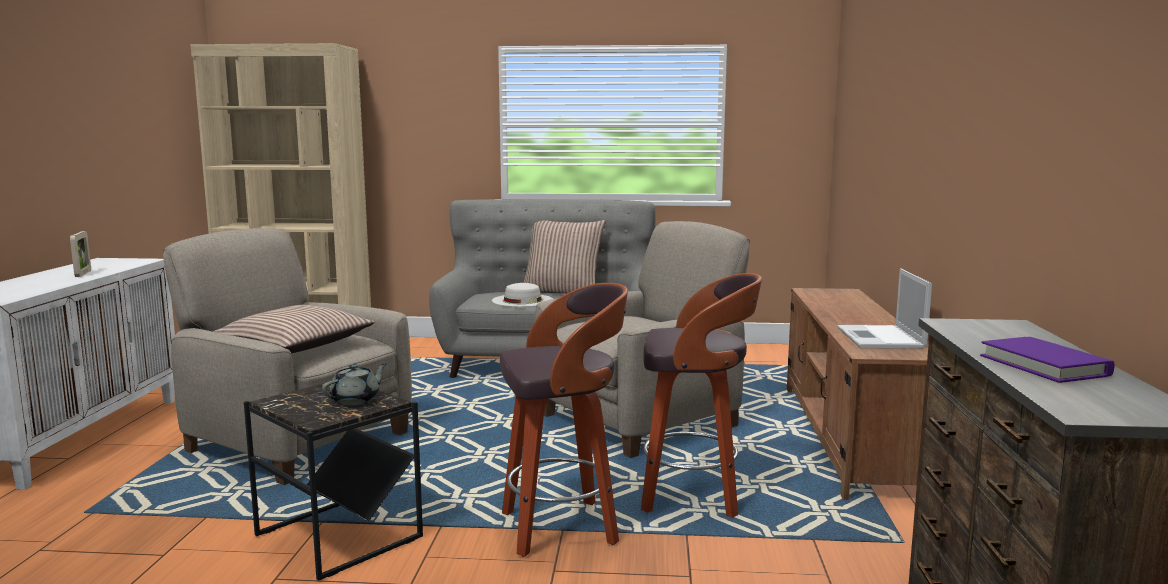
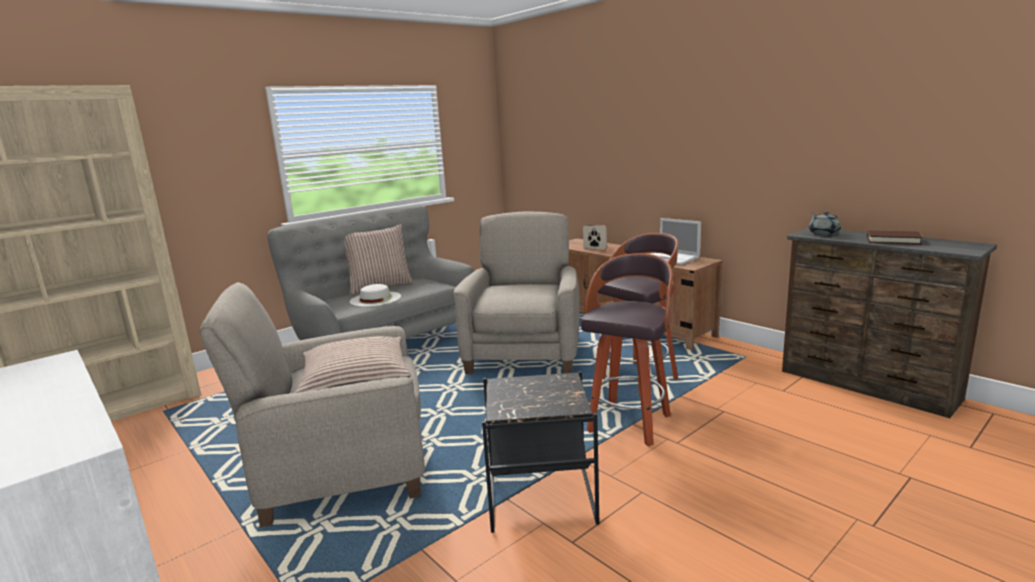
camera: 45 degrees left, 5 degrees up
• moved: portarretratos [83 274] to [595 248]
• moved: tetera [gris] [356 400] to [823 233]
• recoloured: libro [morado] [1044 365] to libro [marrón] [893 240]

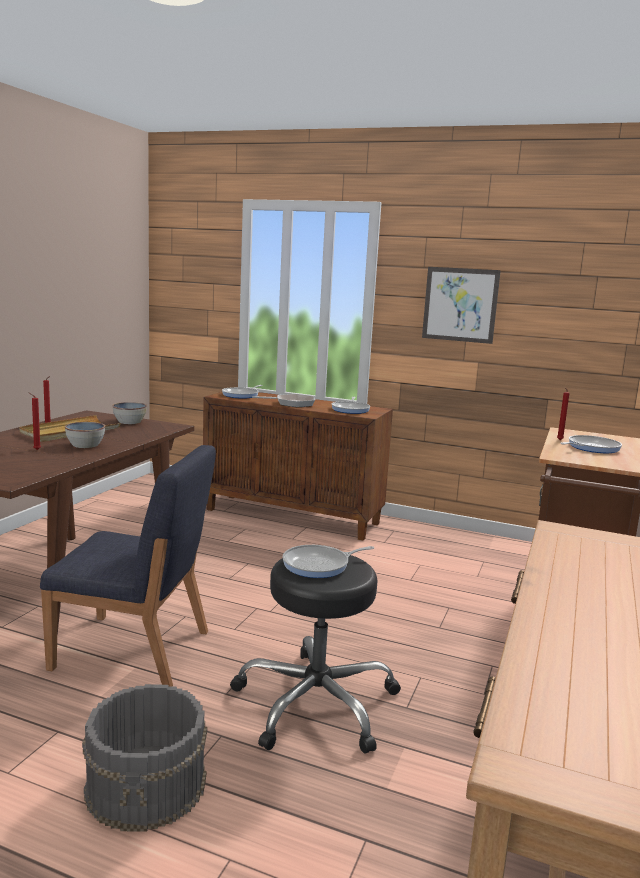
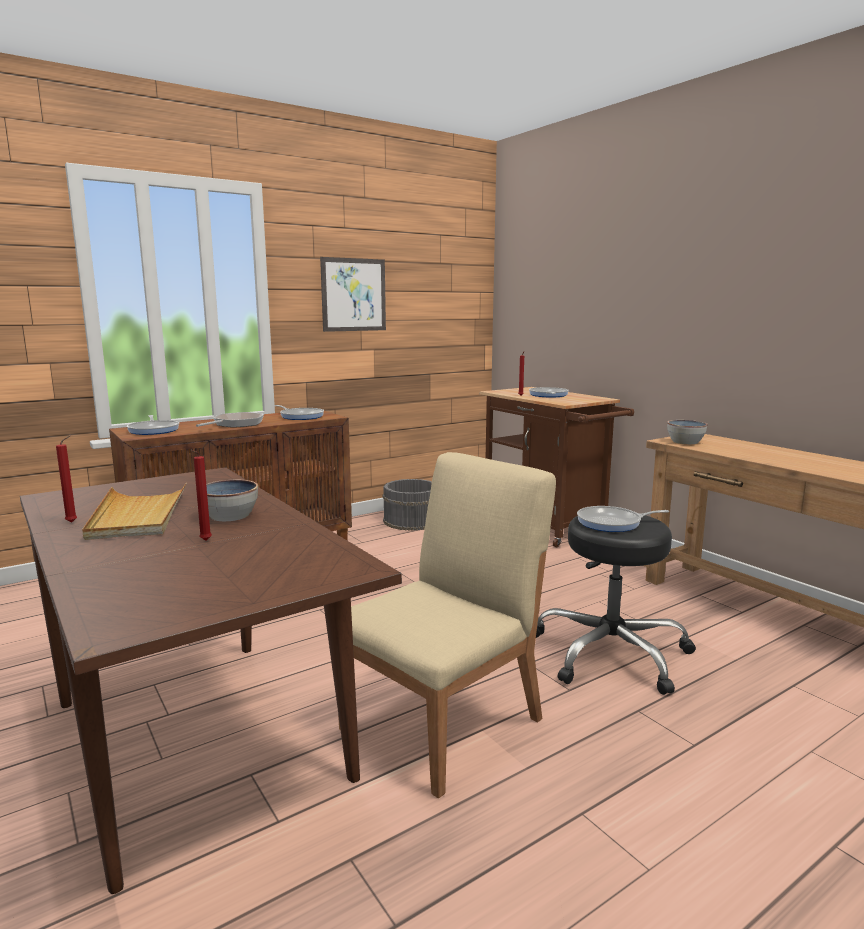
camera: 55 degrees left, 0 degrees up
• recoloured: silla [azul] [133 650] to silla [beis] [445 723]
• moved: cubo [gris] [148 784] to [412 520]
• turned: sartén [319 565] = [612 523] 75 degrees clockwise
• moved: cuenco [129 422] to [685 442]

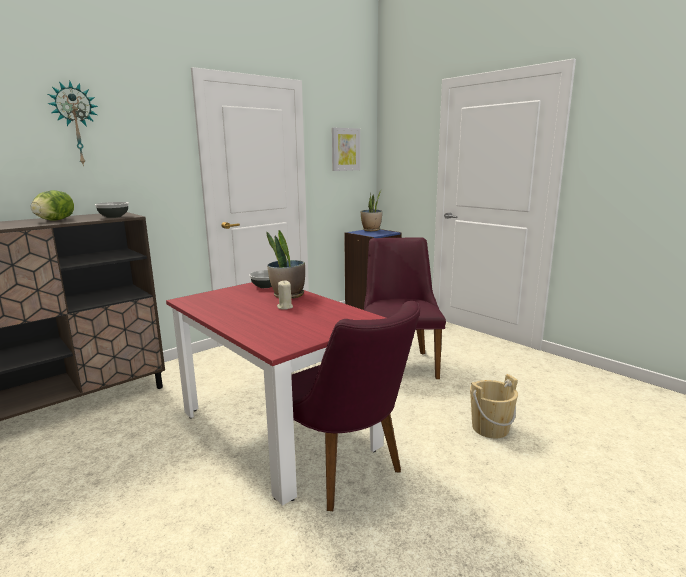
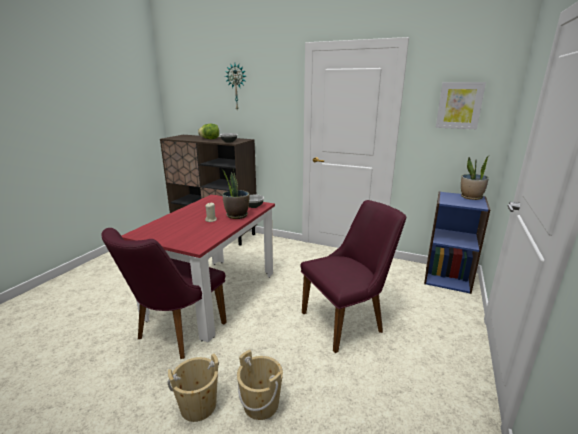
camera: 65 degrees right, 5 degrees up
• added: cubo [beis] [198 406]

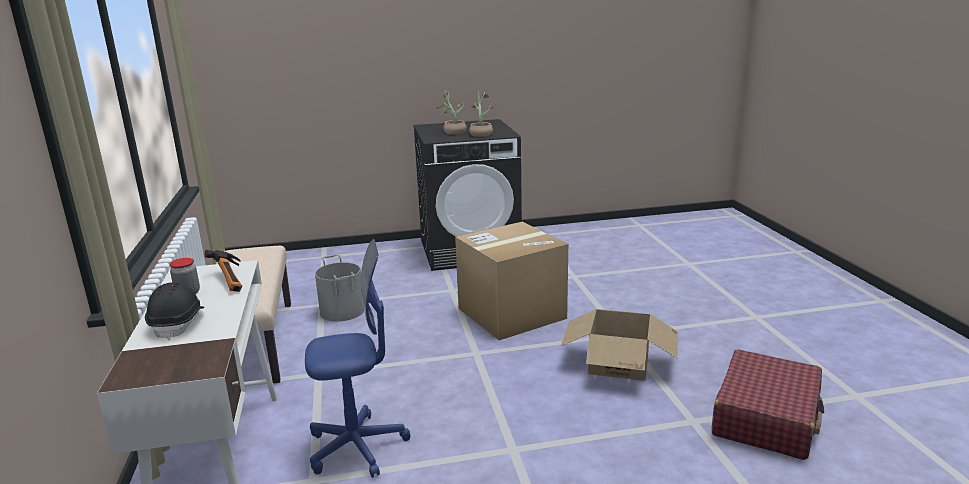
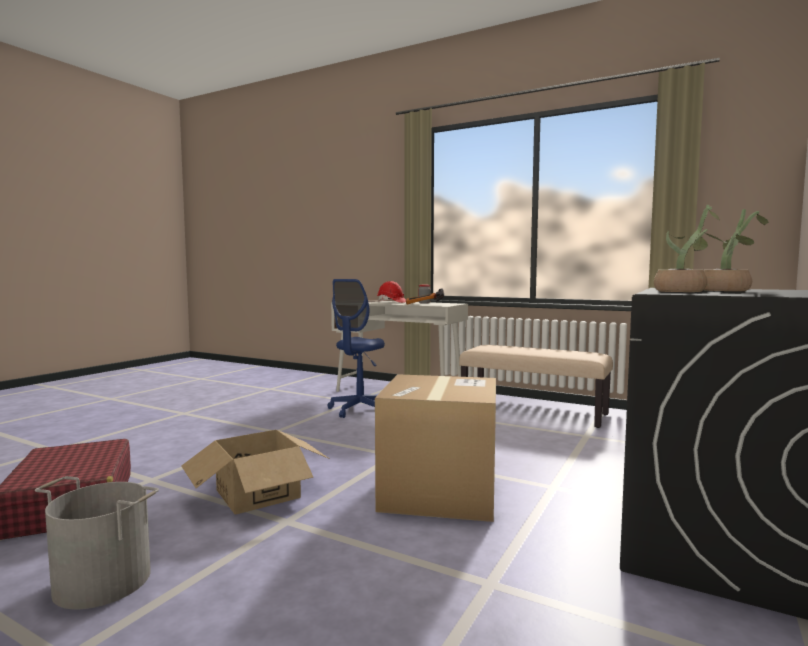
camera: 130 degrees right, 15 degrees down
• moved: cubo [gris] [341 311] to [104 580]
• recoloured: casco [negro] [178 324] to casco [rojo] [391 302]

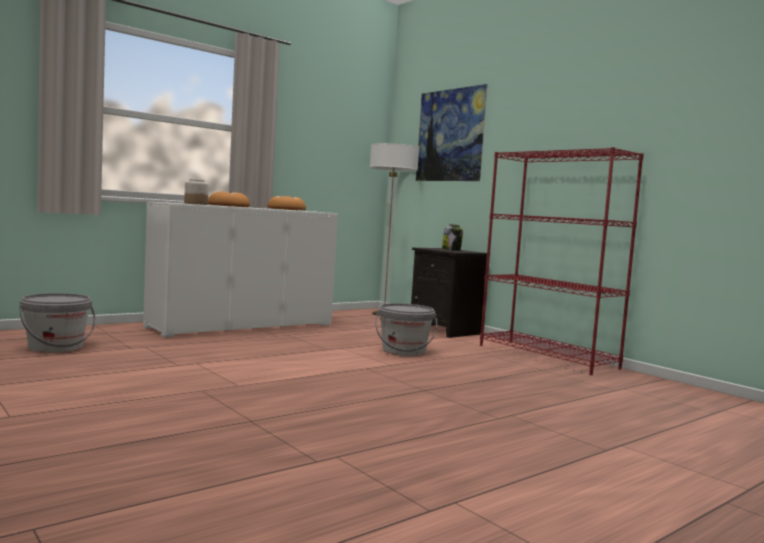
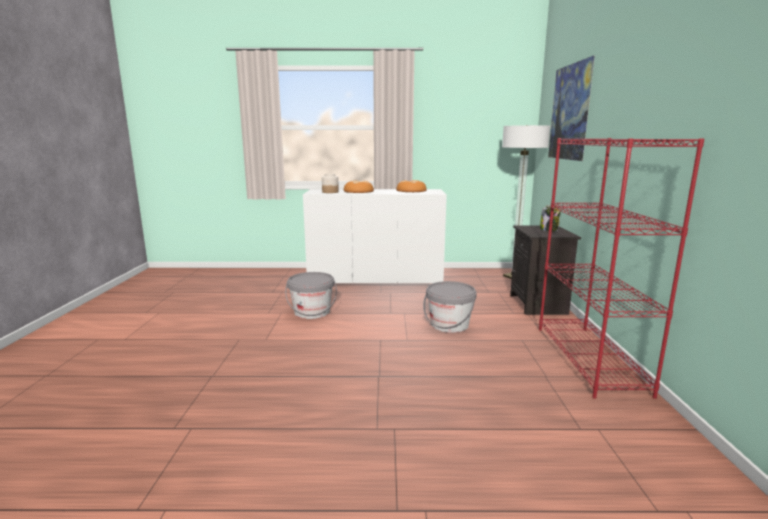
camera: 40 degrees right, 10 degrees up
• moved: cubo [gris] [56 347] to [312 312]

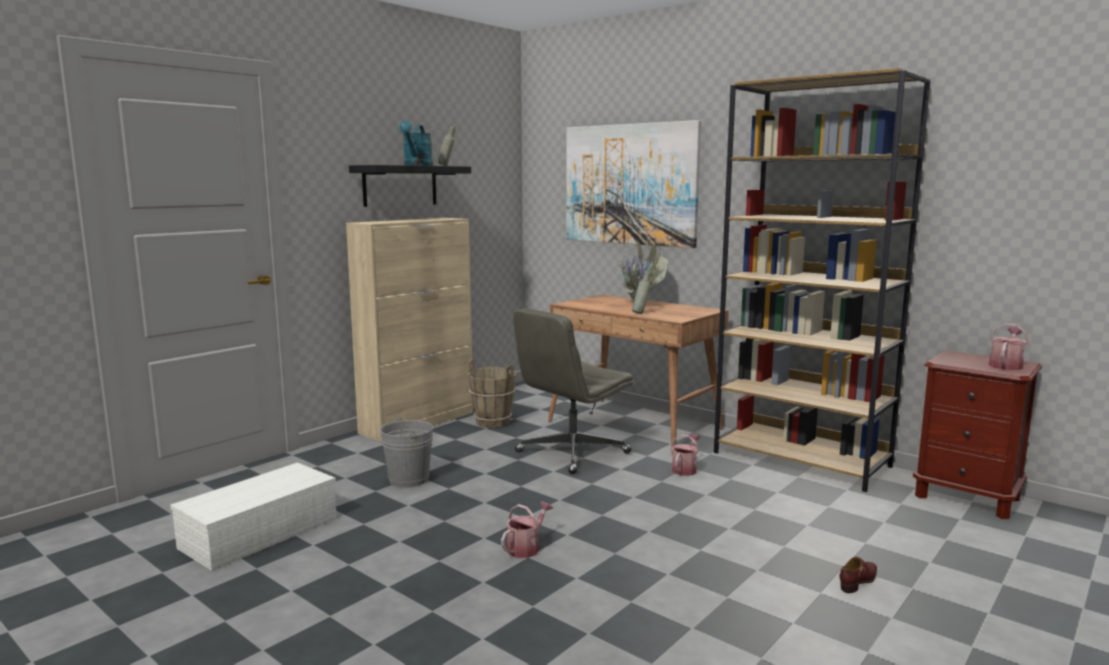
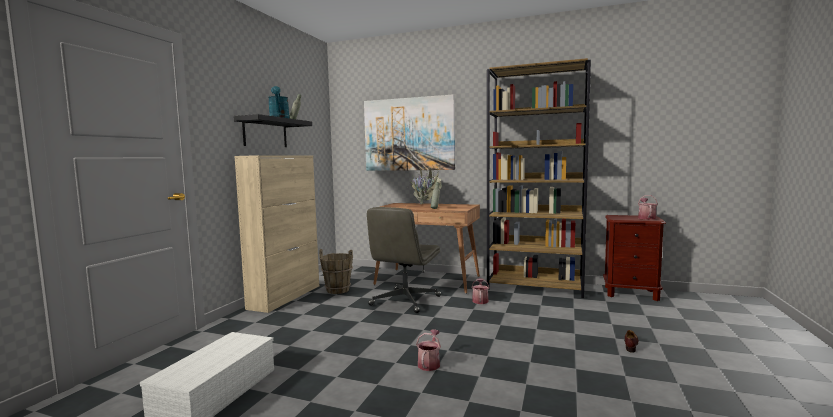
camera: 20 degrees left, 5 degrees down
• removed: cubo [gris] [408 479]

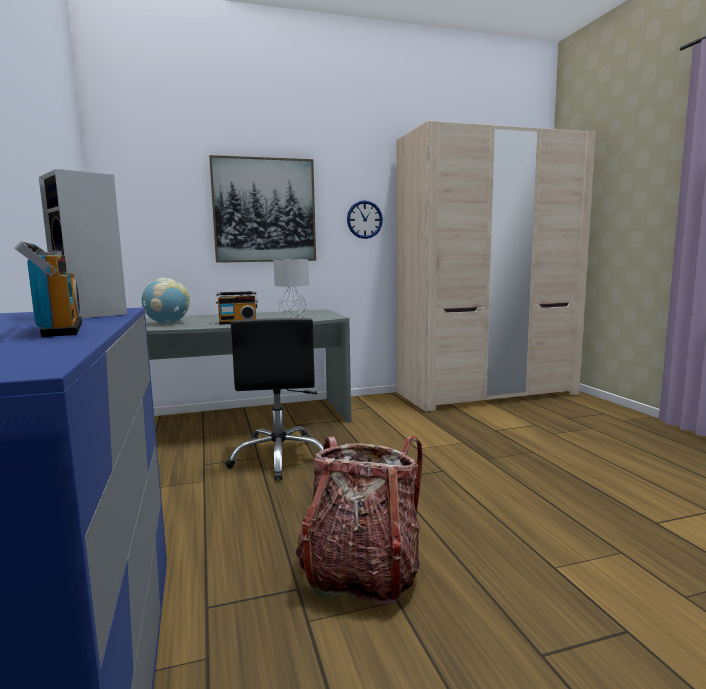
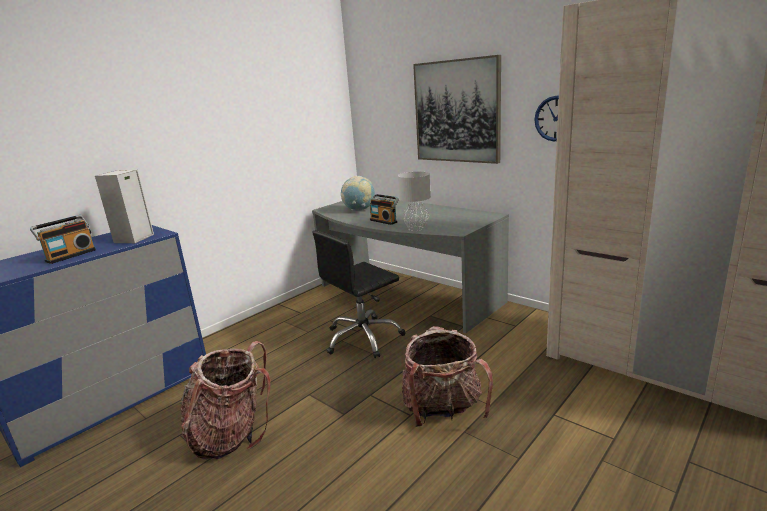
camera: 60 degrees right, 10 degrees up
• added: mochila [442 411]

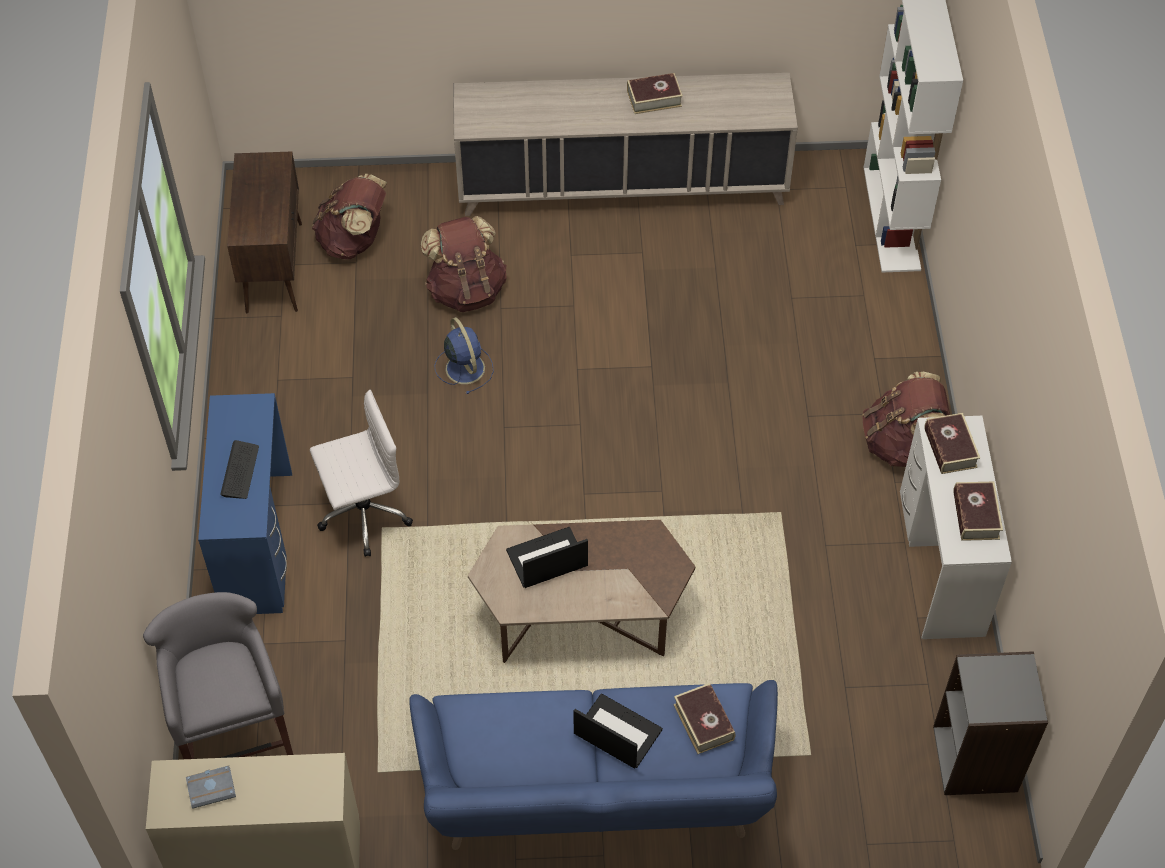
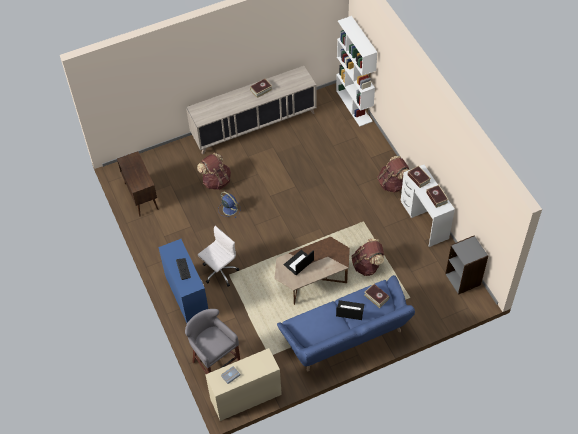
camera: 20 degrees left, 0 degrees up
• moved: mochila [marrón] [354 241] to [367 265]

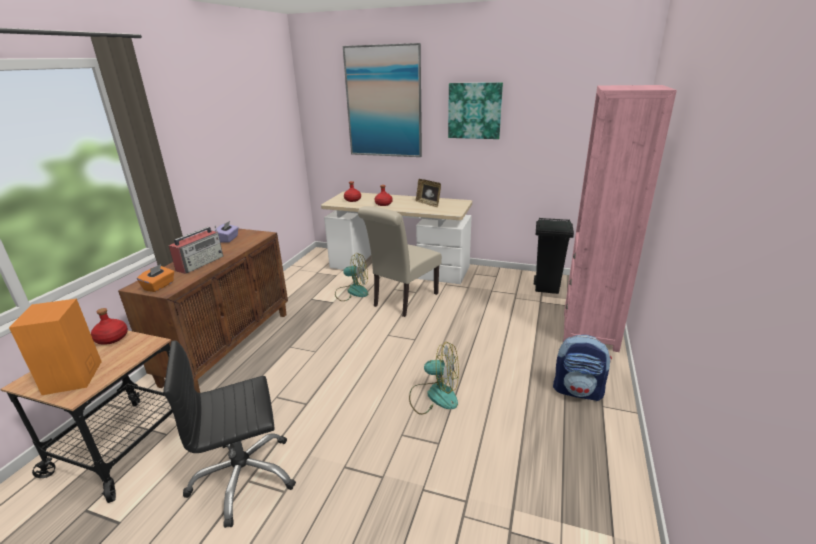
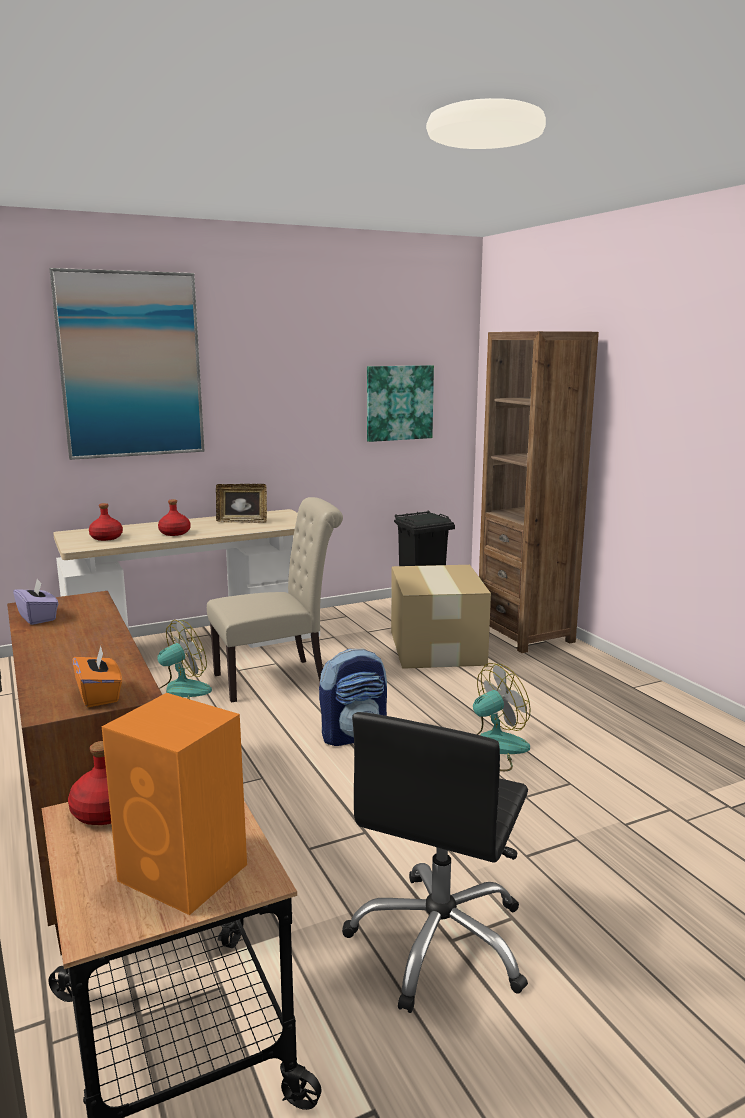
camera: 45 degrees left, 10 degrees down
• turned: silla [beis] [403 301] = [277 678] 105 degrees counterclockwise
• moved: mochila [578 391] to [354 735]
• moved: cuadro [474 111] to [399 403]
• added: caja de cartón [437 647]
• recoloured: estantería [rosa] [590 331] to estantería [marrón] [525 634]
• removed: radio [201 263]

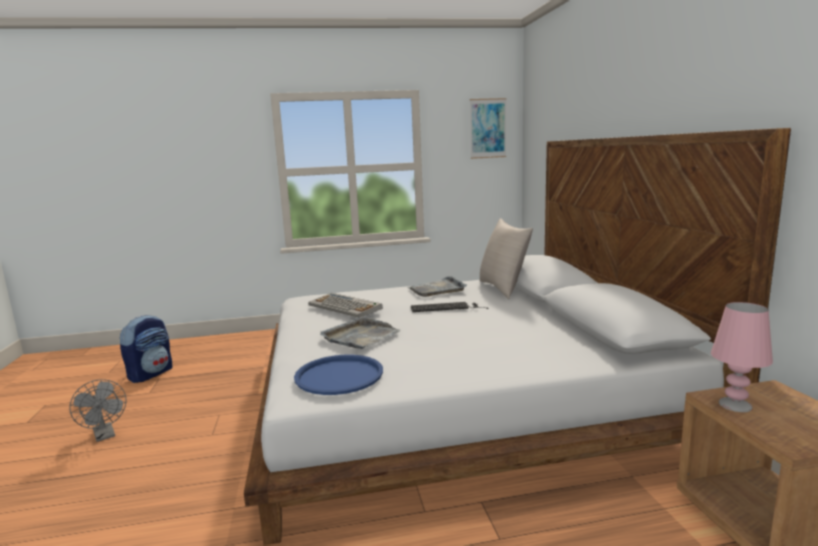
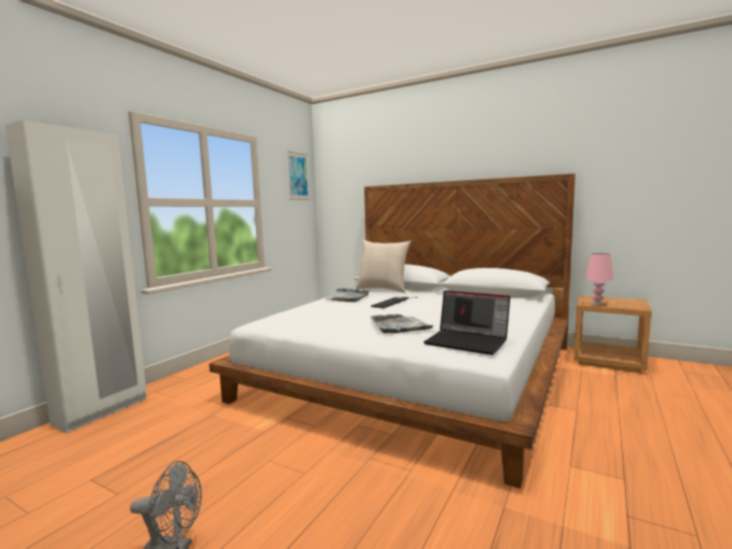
camera: 50 degrees left, 5 degrees down
• added: armario ropero [blanco] [102 412]
• replaced: bandeja [azul] [339 375] to portátil [468 342]
• removed: mochila [151 374]
• removed: teclado [345 307]

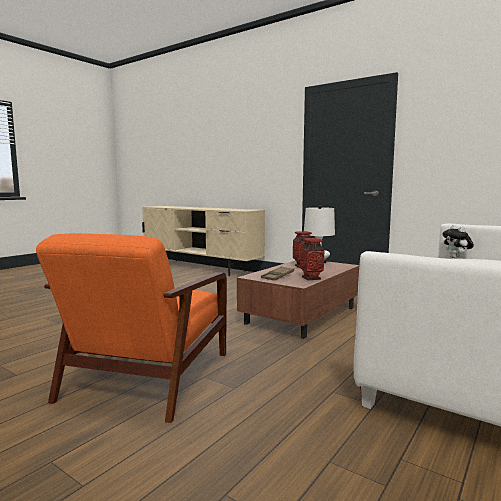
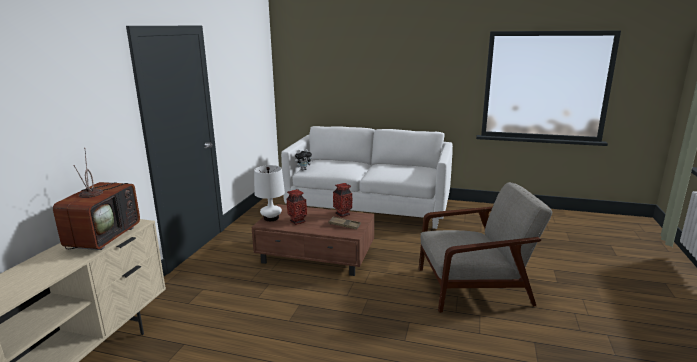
camera: 110 degrees left, 10 degrees up
• added: televisor [103 236]
• recoloured: sillón [naranja] [146 377] to sillón [gris] [475 286]

